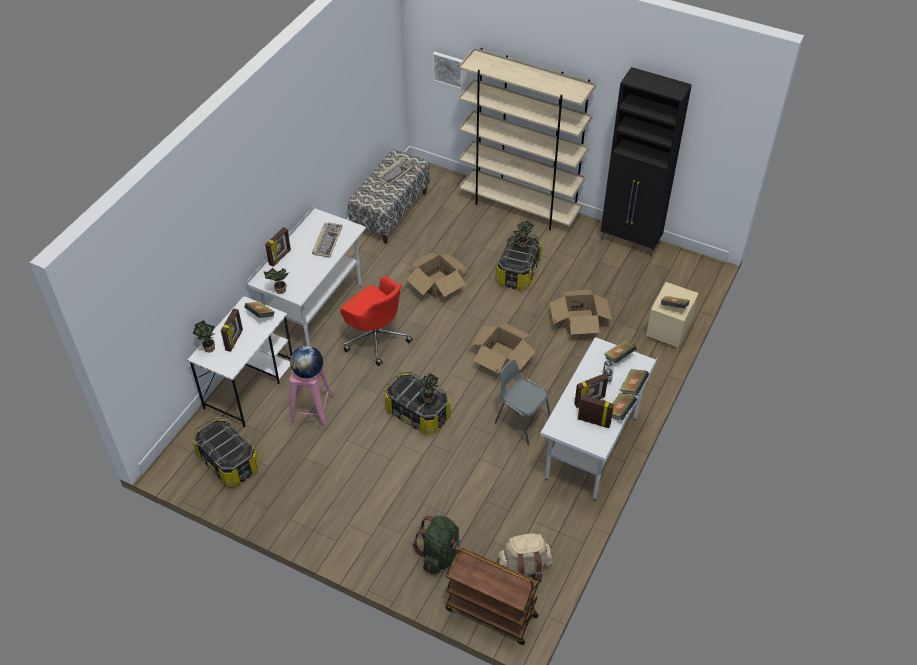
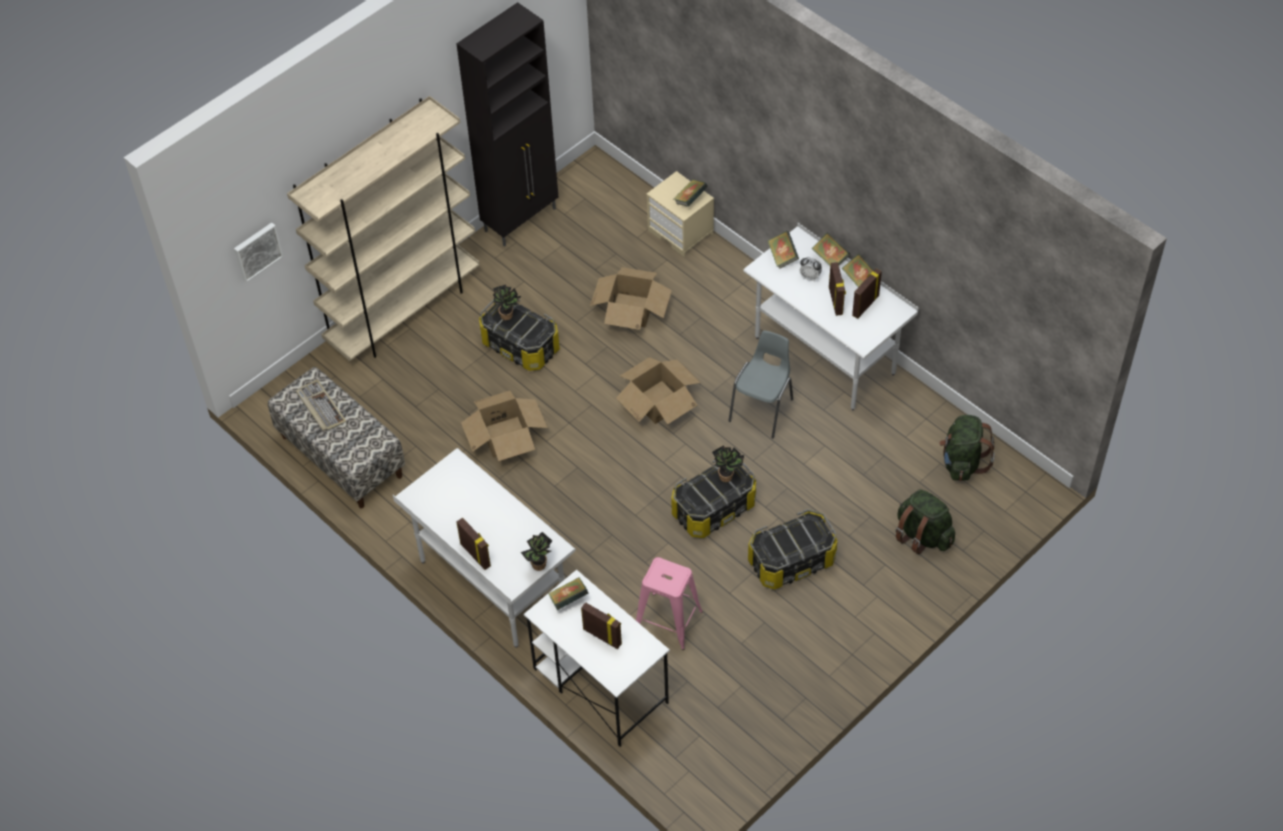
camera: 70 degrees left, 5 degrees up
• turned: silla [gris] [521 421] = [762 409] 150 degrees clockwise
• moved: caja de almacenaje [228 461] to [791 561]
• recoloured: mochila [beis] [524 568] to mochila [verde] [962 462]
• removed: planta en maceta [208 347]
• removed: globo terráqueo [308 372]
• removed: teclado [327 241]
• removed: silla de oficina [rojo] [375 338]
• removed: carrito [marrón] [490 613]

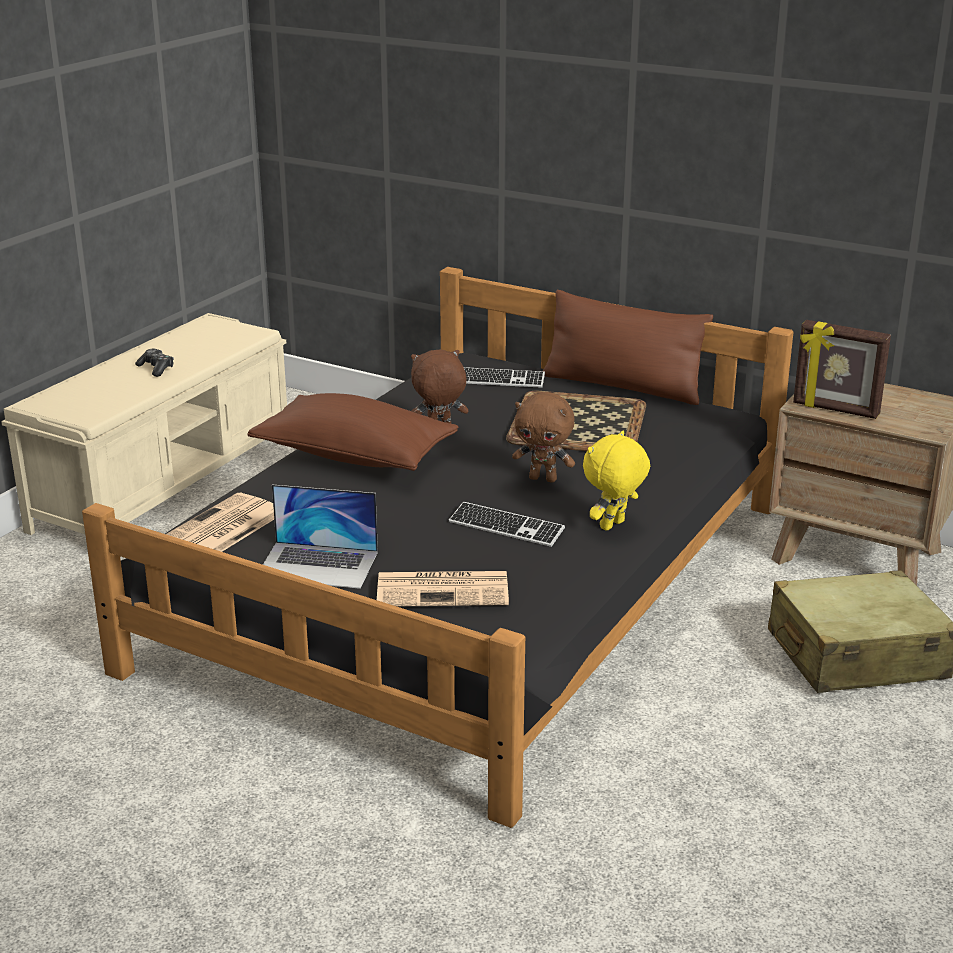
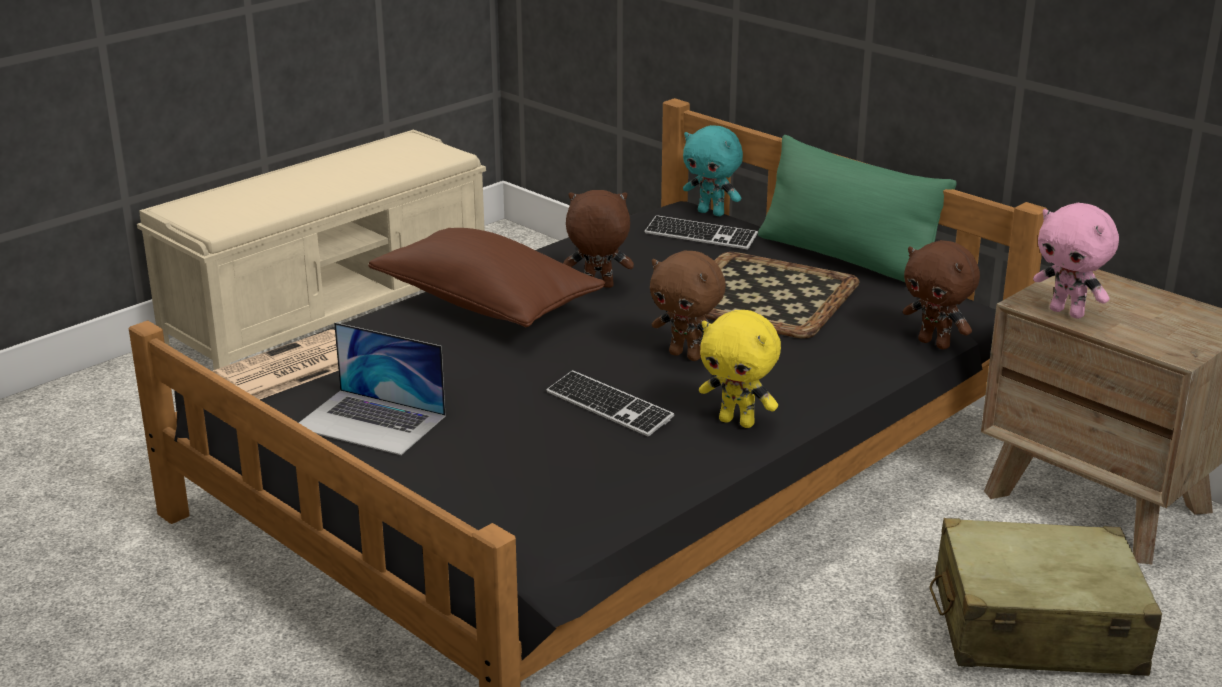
camera: 15 degrees right, 0 degrees up
• added: peluche [turquesa] [712 213]
• turned: peluche [amarillo] [613 526] = [738 422] 120 degrees counterclockwise
• recoloured: cojín [marrón] [622 386] to cojín [verde] [847 258]
• added: peluche [marrón] [935 343]
• replaced: portarretratos [835 410] to peluche [rosa] [1068 312]
• removed: mando de consola [156 368]
• removed: periódico [444 590]

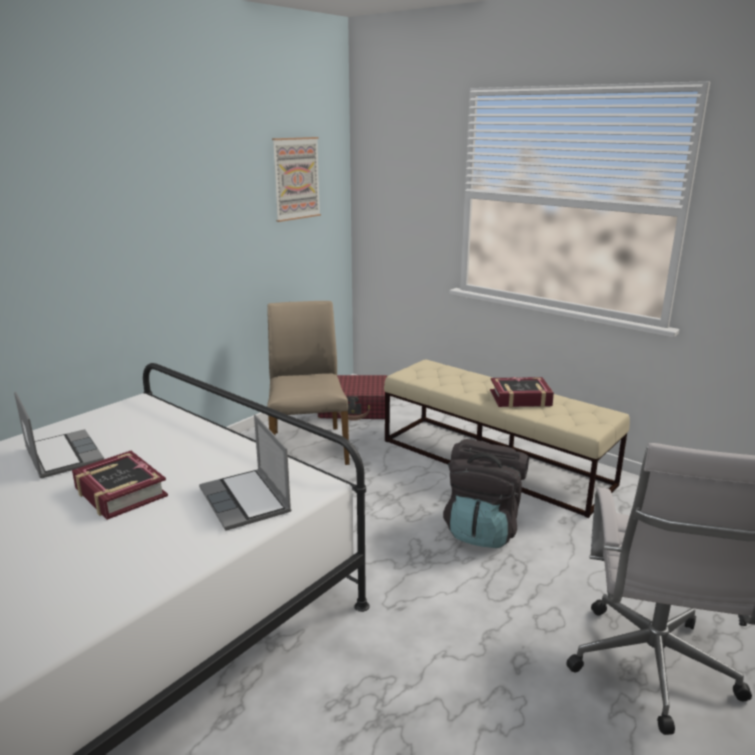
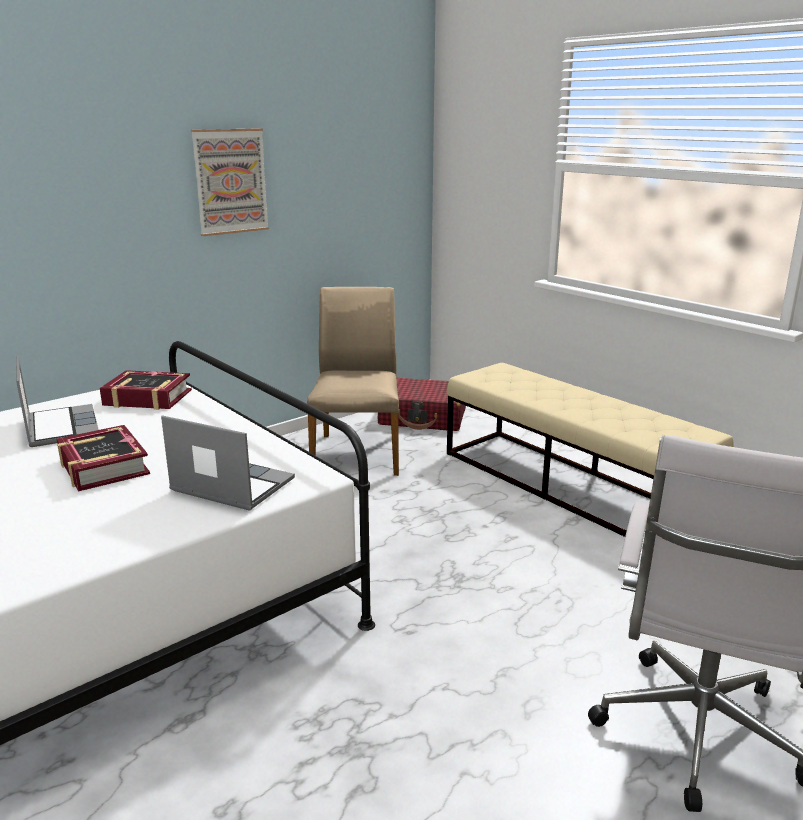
camera: 10 degrees right, 0 degrees up
• moved: libro [520 398] to [147 398]
• turned: portátil [246 501] = [230 486] 135 degrees clockwise
• moved: cuadro [296 178] to [230 181]
• removed: mochila [negro] [483 529]

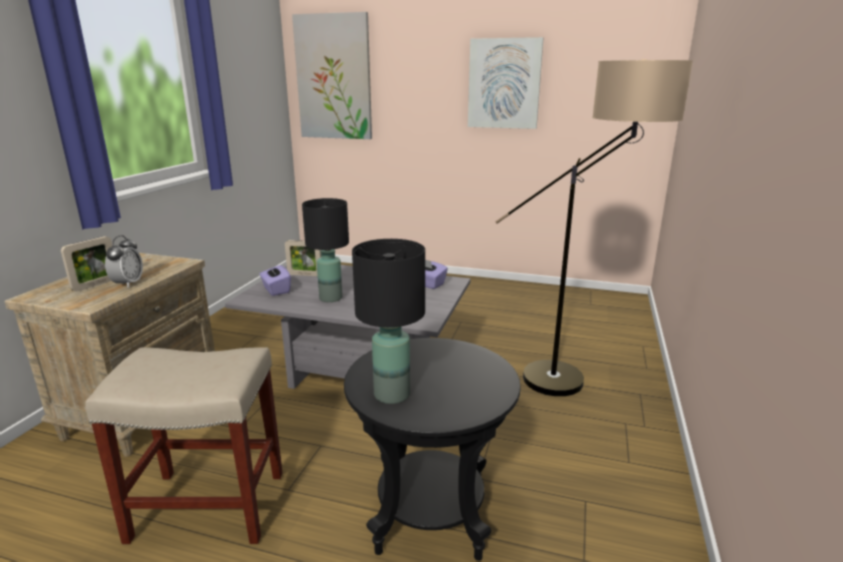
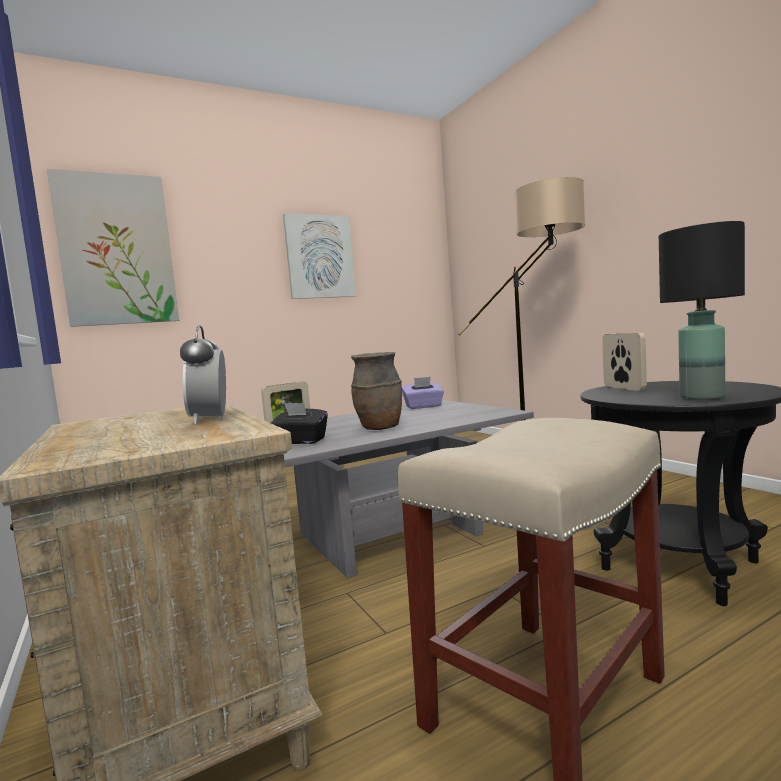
camera: 45 degrees left, 15 degrees down
• turned: despertador [128 284] = [210 420] 150 degrees counterclockwise
• recoloured: caja de pañuelos [morado] [276 290] to caja de pañuelos [negro] [300 441]
• replaced: lámpara de mesa [negro] [330 298] to florero [marrón] [380 428]
• moved: portarretratos [96 284] to [624 388]

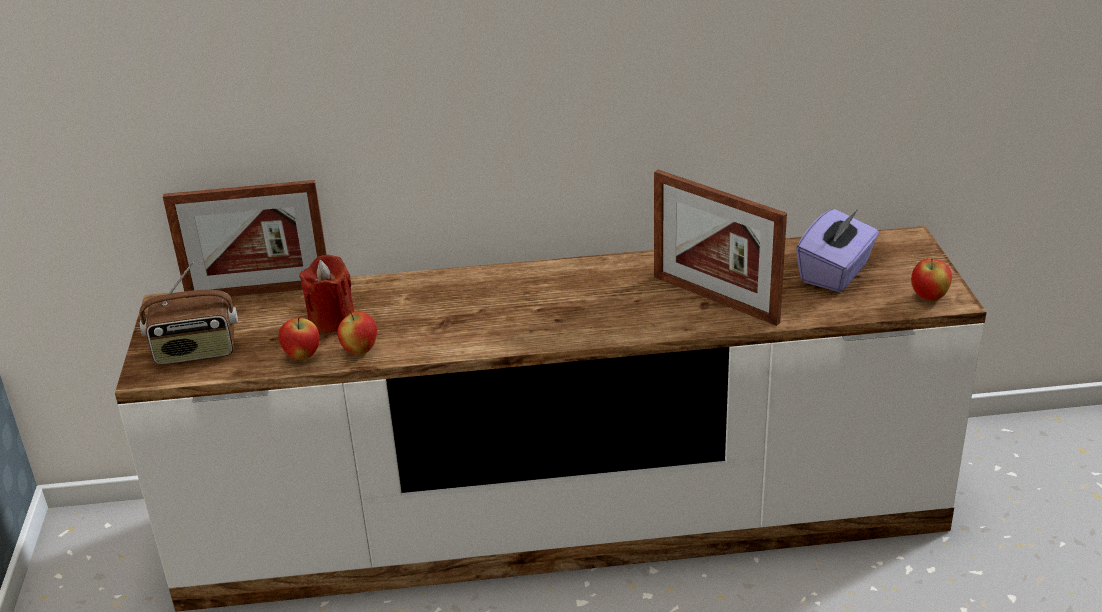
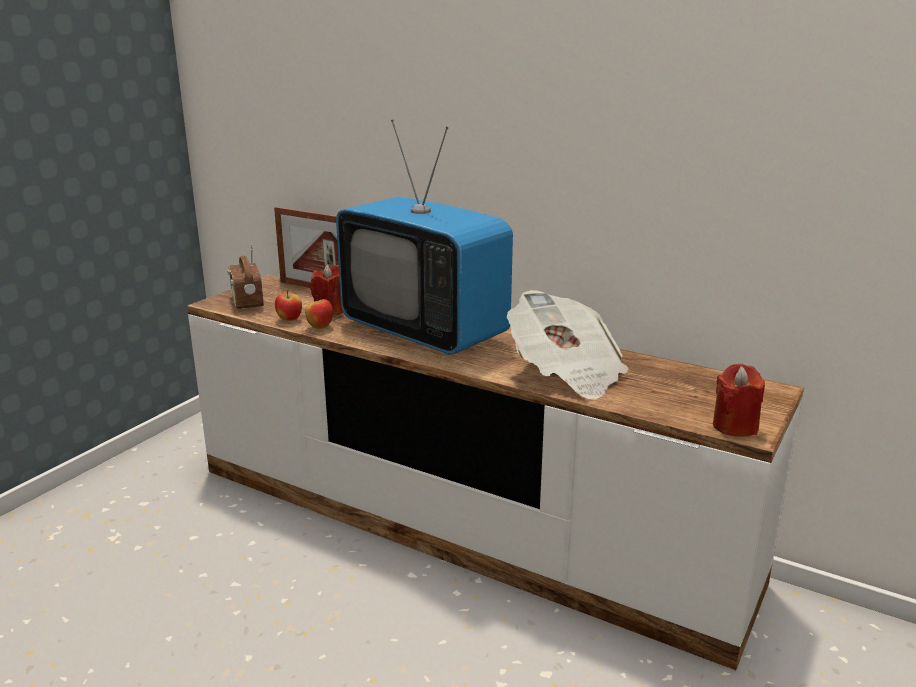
camera: 35 degrees right, 10 degrees down
• turned: radio [195 352] = [246 302] 45 degrees clockwise
• added: televisor [424 332]
• replaced: portarretratos [715 299] to periódico [566 373]
• replaced: manzana [929 297] to vela [rojo] [735 426]
• removed: caja de pañuelos [morado] [835 273]

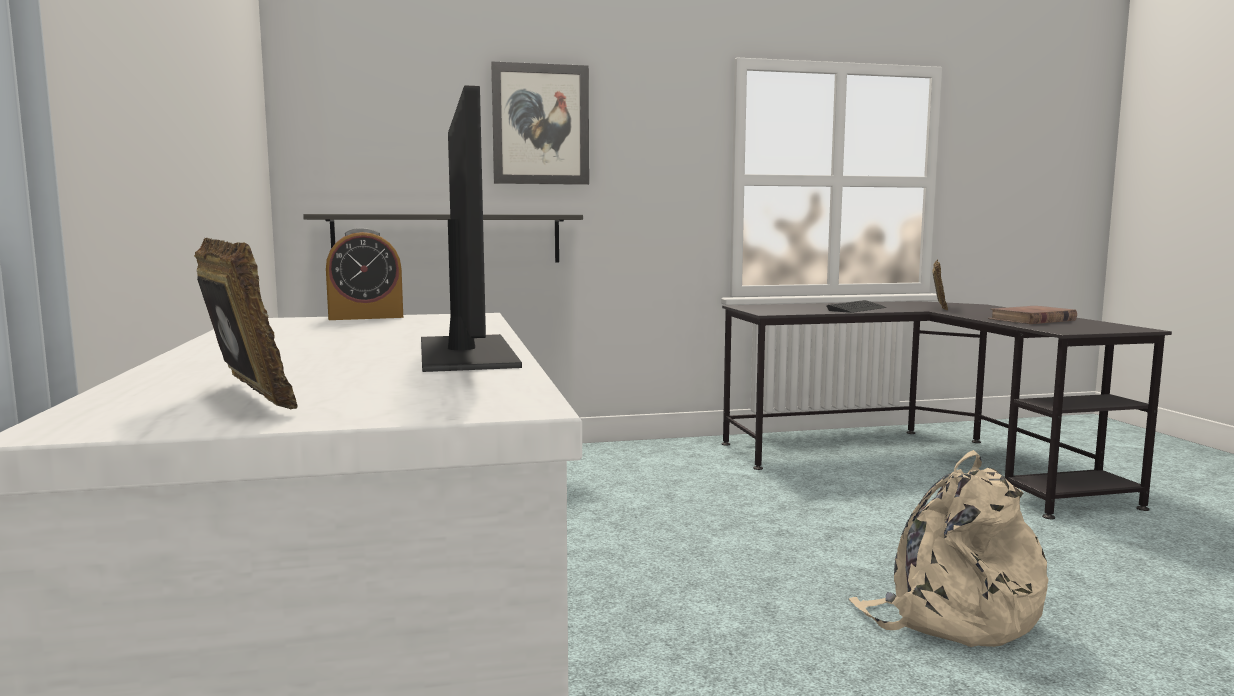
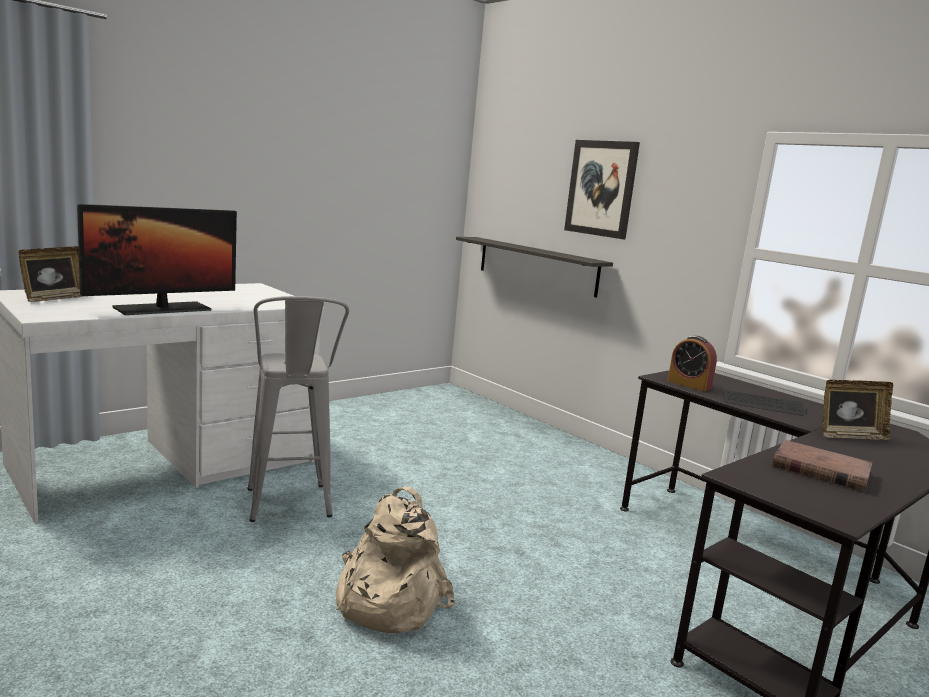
camera: 60 degrees right, 5 degrees up
• added: taburete [gris] [289 510]
• moved: despertador [366 317] to [689 385]

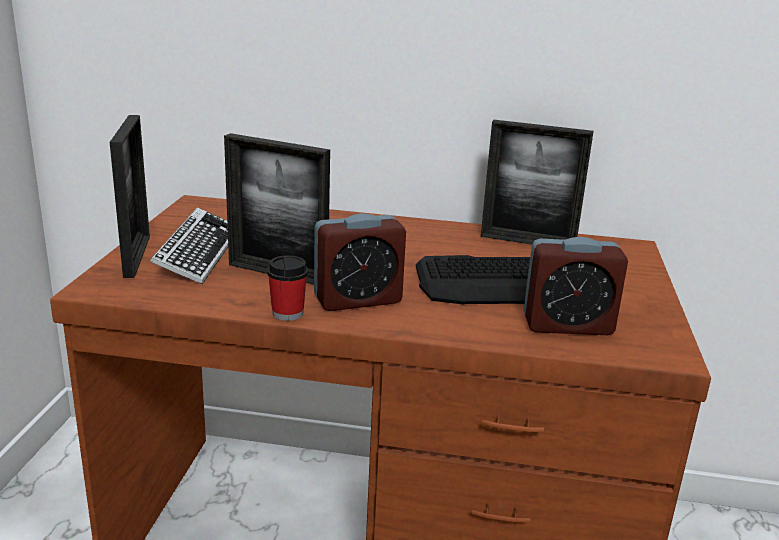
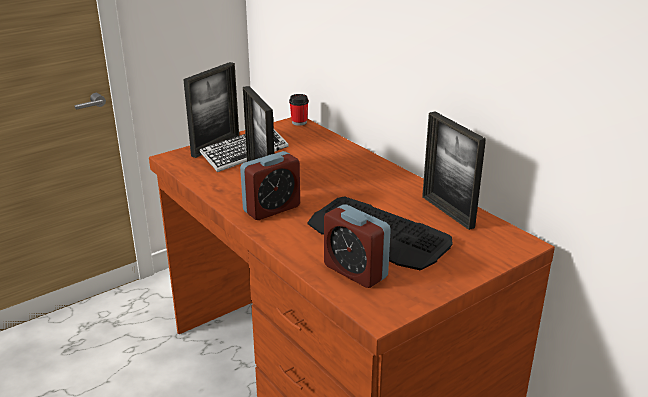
camera: 45 degrees right, 5 degrees up
• turned: despertador [357 300] = [271 209] 60 degrees counterclockwise
• moved: taza [287 313] to [299 122]

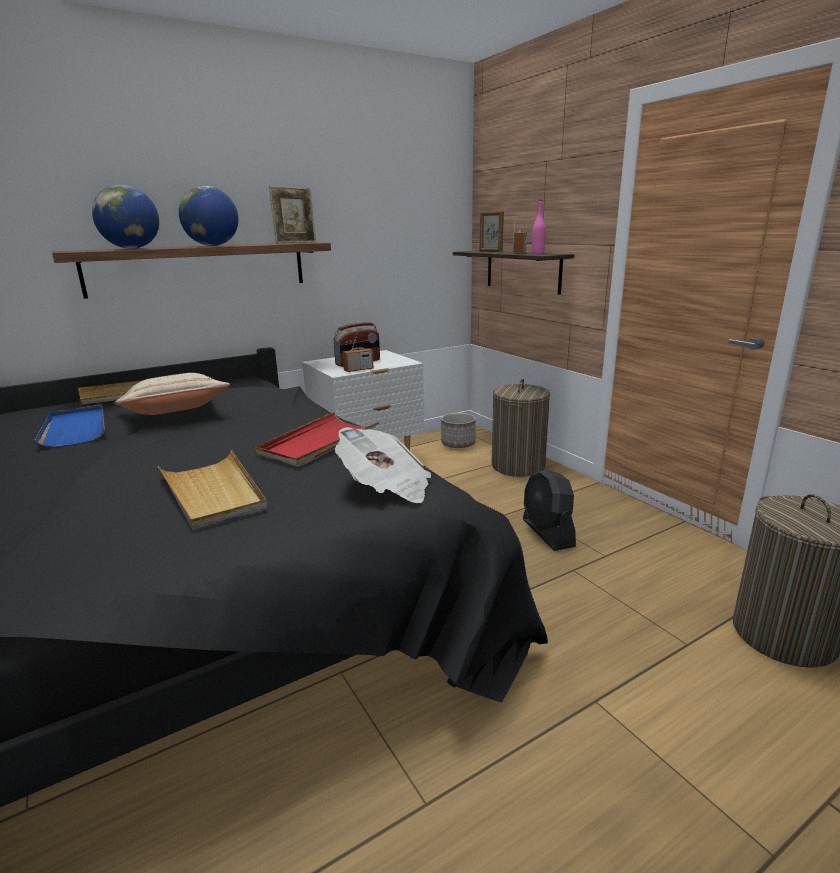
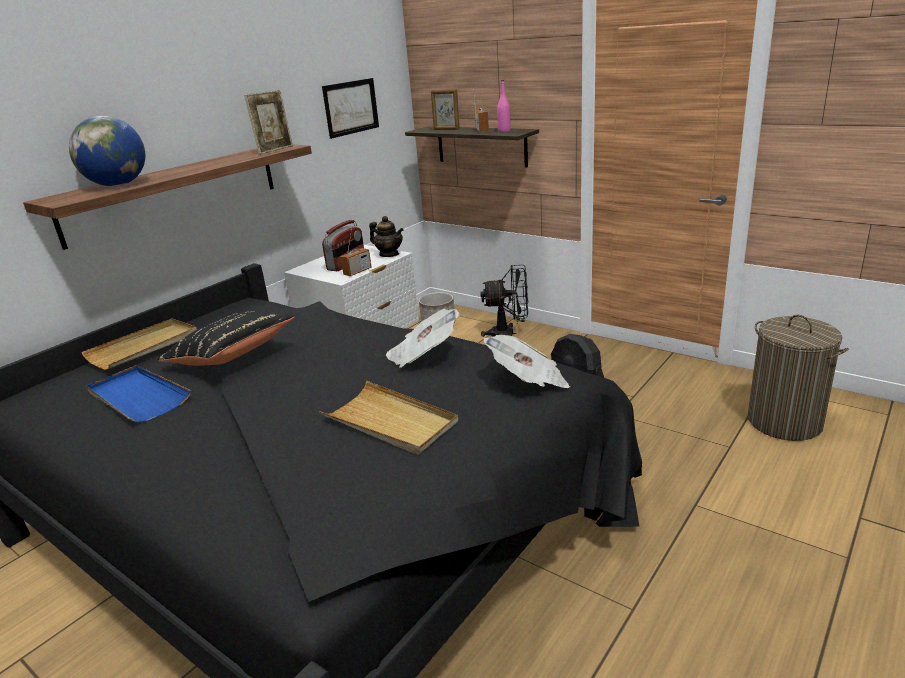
camera: 20 degrees left, 5 degrees up
• recoloured: cojín [beis] [174 413] to cojín [negro] [231 357]
• added: cuadro [351 107]
• added: tetera [389 254]
• replaced: bandeja [rojo] [318 443] to periódico [423 355]
• replaced: cesto de la ropa [518 466] to ventilador [negro] [509 334]
• removed: globo terráqueo [213 245]

